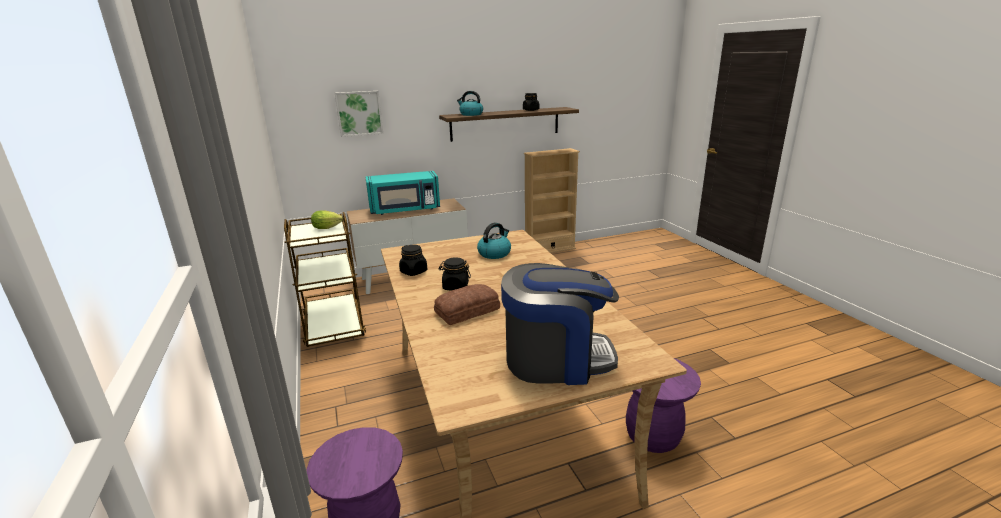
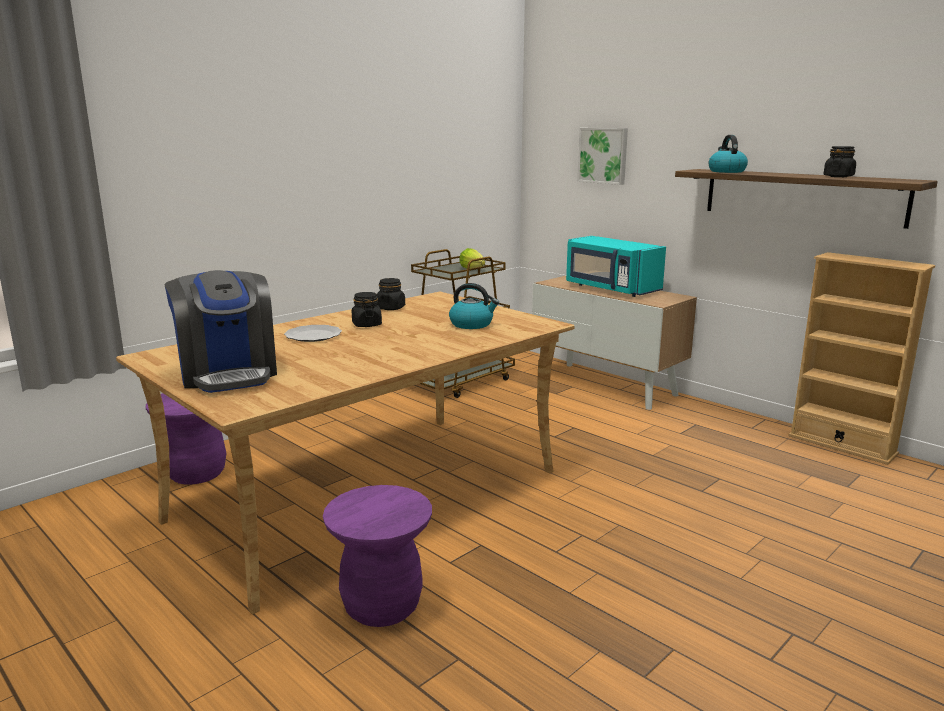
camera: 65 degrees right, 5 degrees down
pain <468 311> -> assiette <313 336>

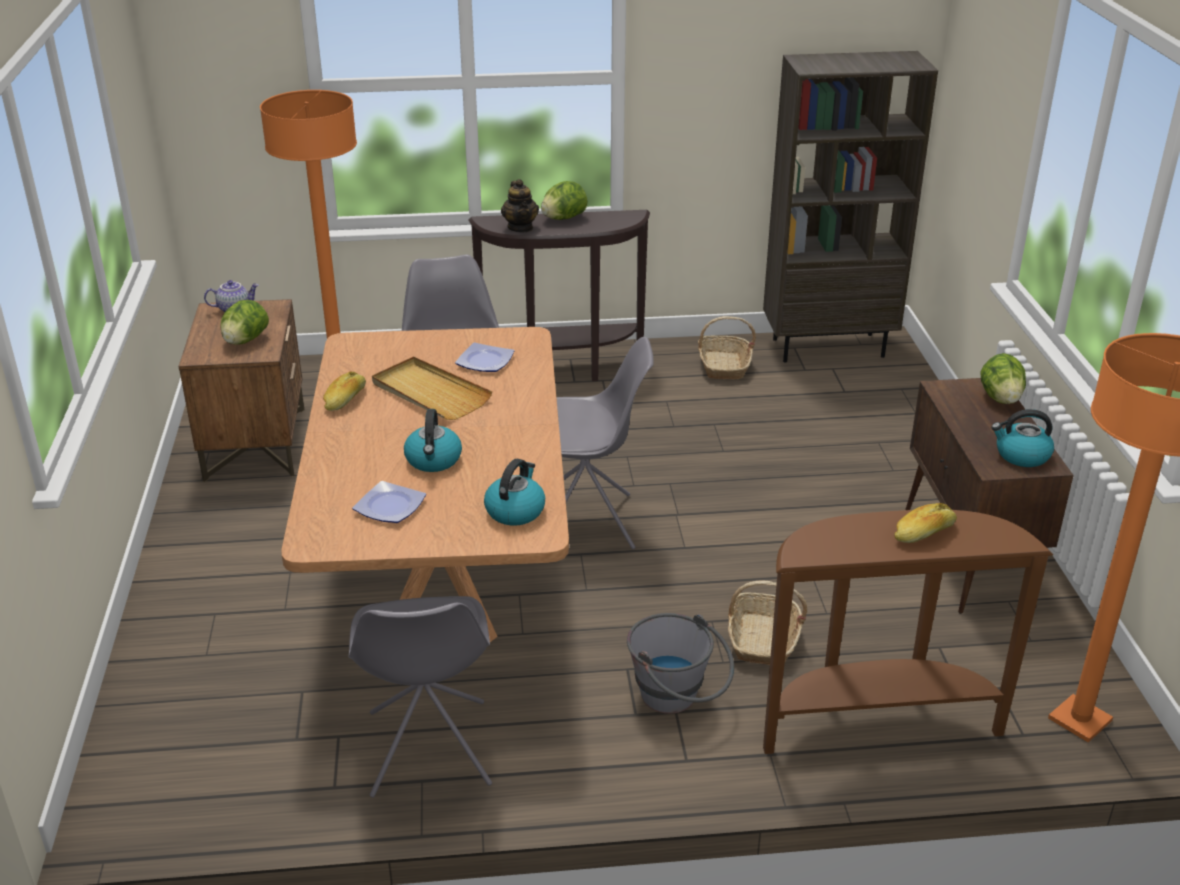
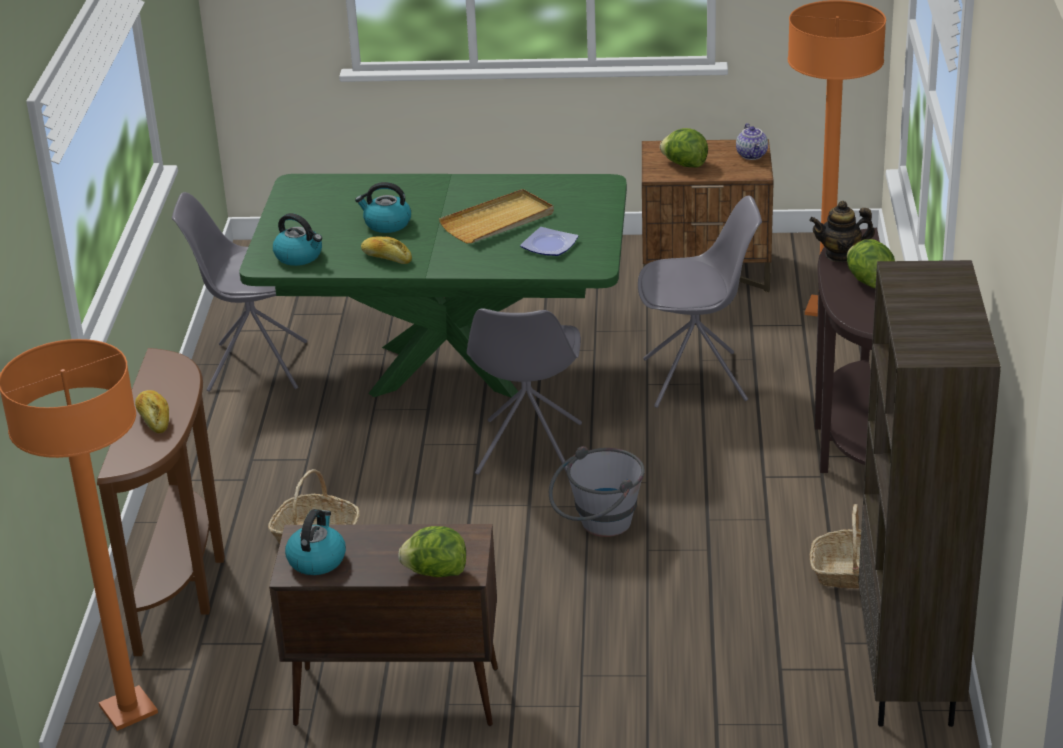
camera: 100 degrees right, 0 degrees up
table à manger [marron] <443 587> -> table à manger [vert] <449 372>
pain <345 399> -> pain <386 258>, relocated
seau [gris] <678 700> -> seau [gris] <598 526>, relocated
assiette <388 507> -> none

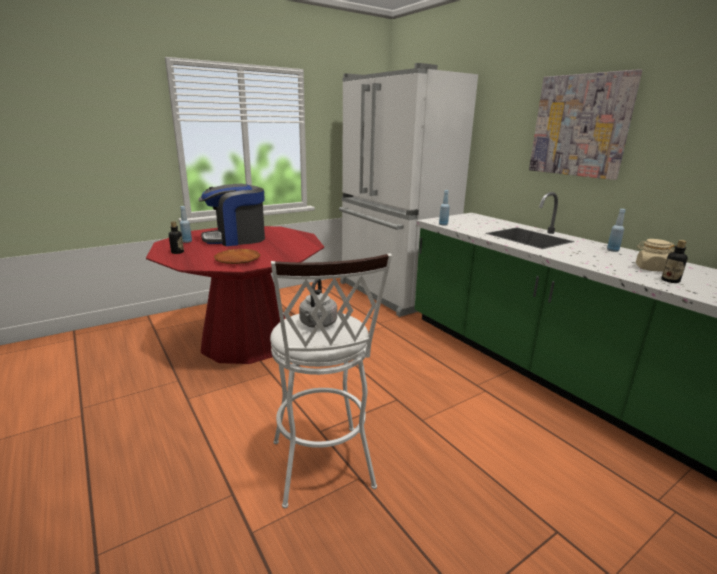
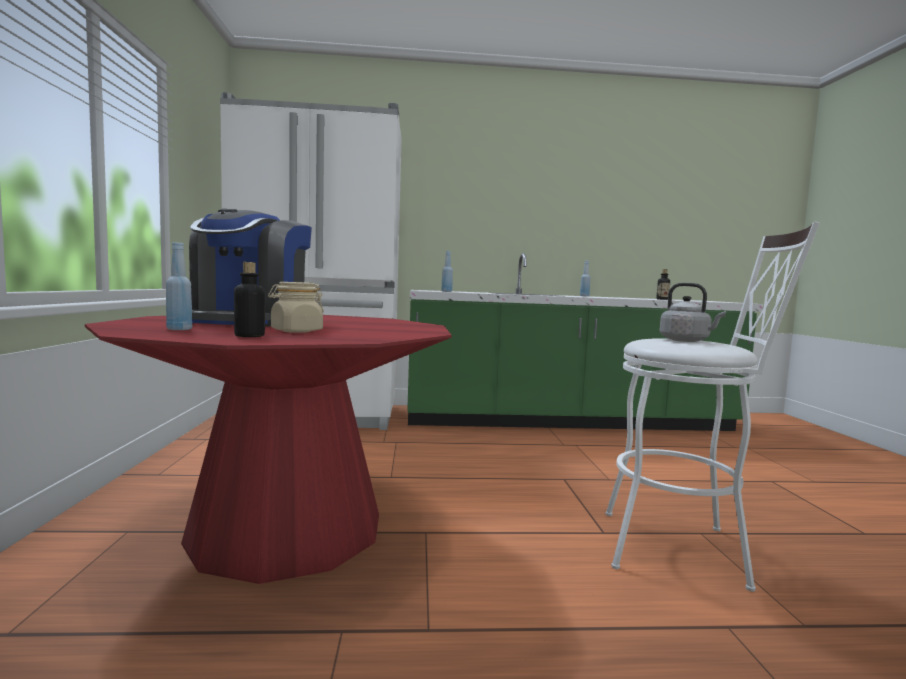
camera: 60 degrees left, 15 degrees down
bocal [beige] <650 268> -> bocal [beige] <296 331>, relocated
assiette [marron] <237 260> -> none
tableau <580 126> -> none

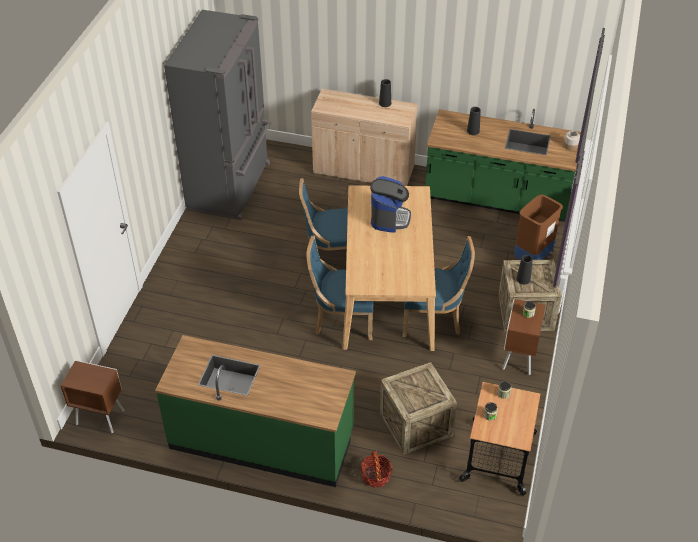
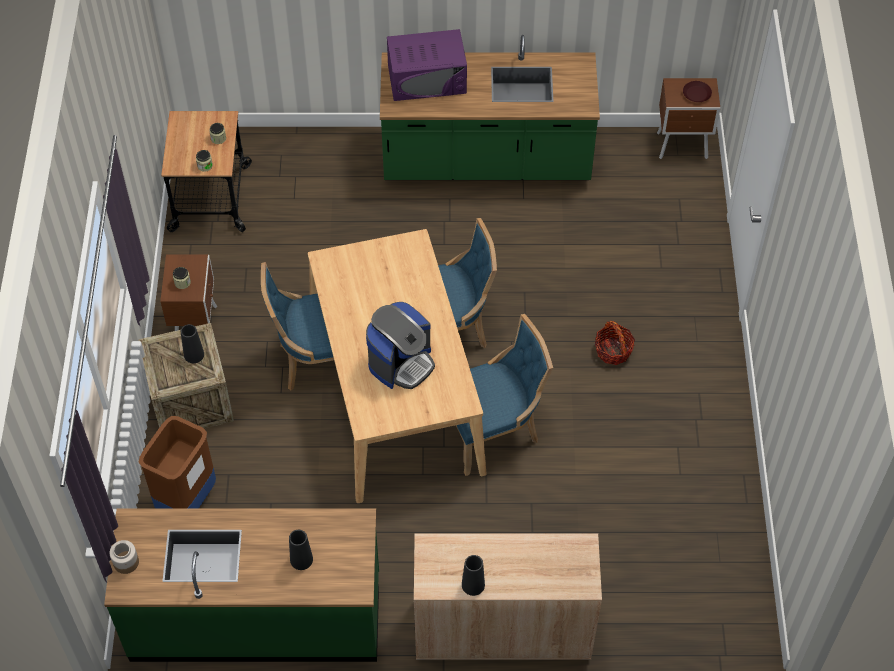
camera: 165 degrees right, 10 degrees up
machine à café <389 218> -> machine à café <401 363>, 135 degrees counterclockwise
none -> micro-ondes [violet] <427 79>
panier <376 476> -> panier <613 351>, relocated
none -> assiette [marron] <696 94>
réfrigérateur [gris] <231 186> -> none
caisse <416 424> -> none

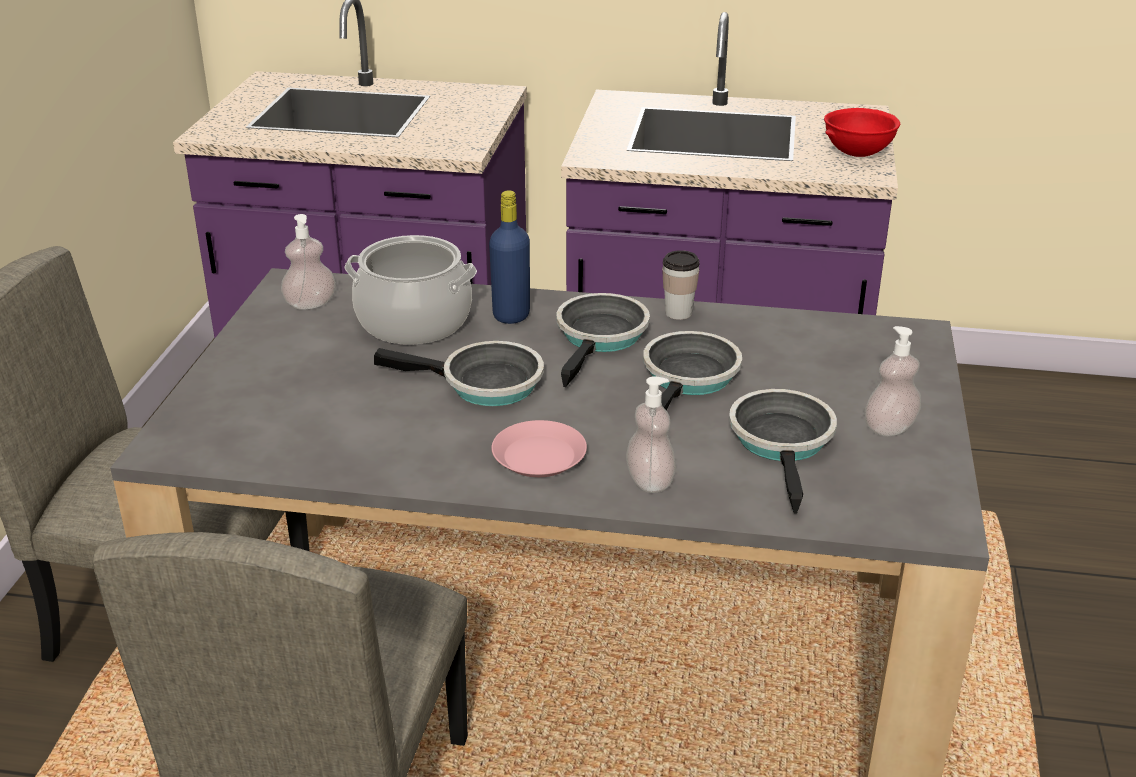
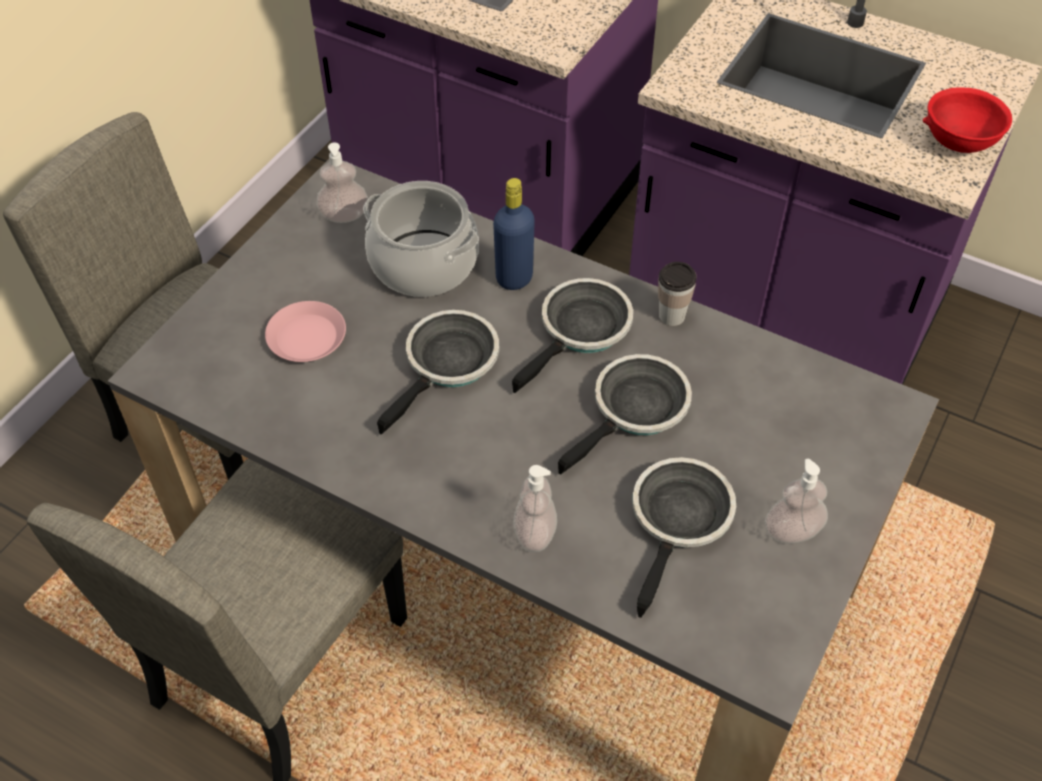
camera: 20 degrees right, 20 degrees up
assiette [rose] <539 457> -> assiette [rose] <306 337>, relocated
poêle <484 384> -> poêle <448 365>, 90 degrees counterclockwise

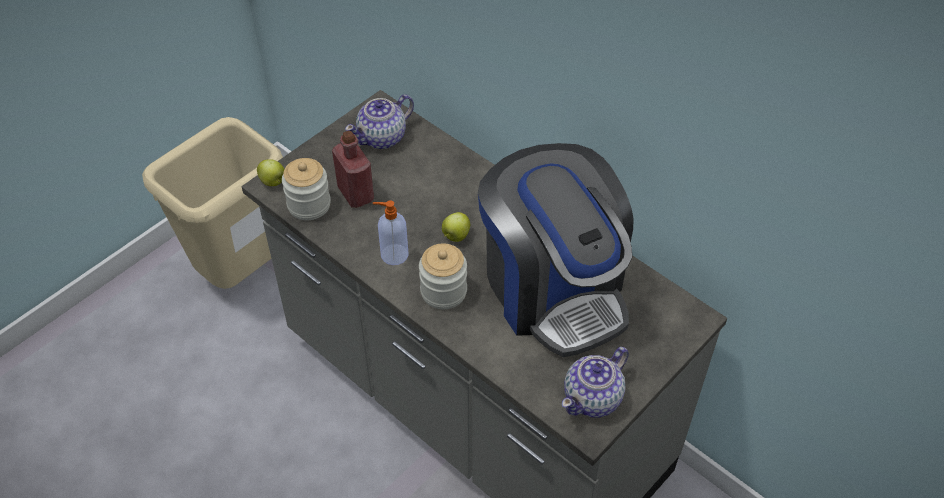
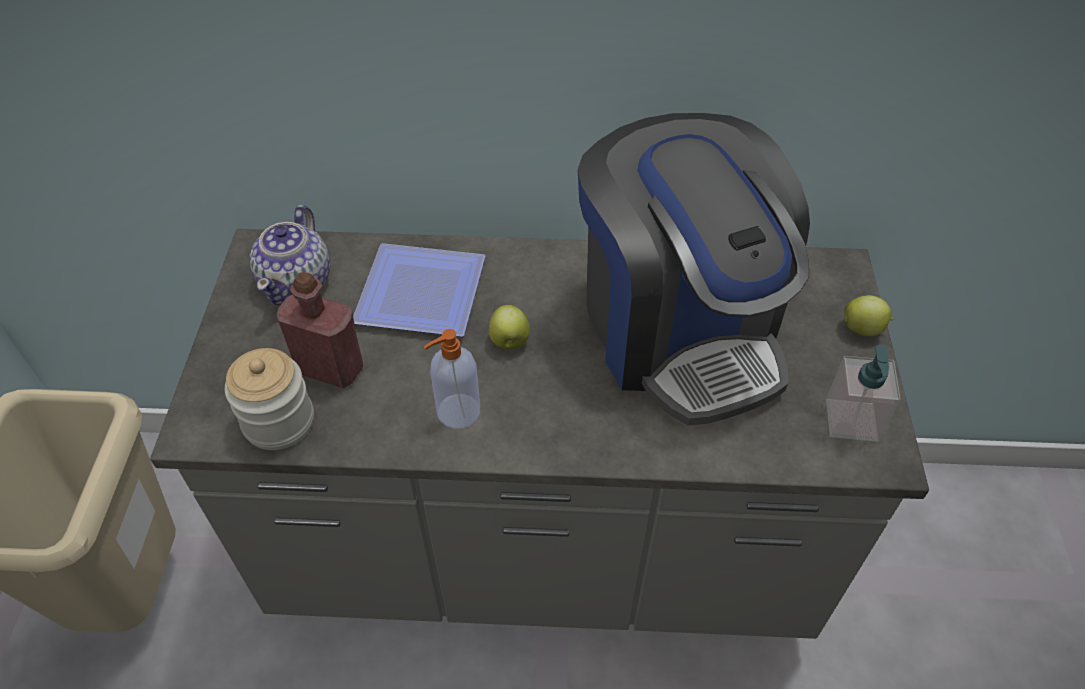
camera: 40 degrees left, 0 degrees up
none -> assiette <418 290>
machine à café <553 288> -> machine à café <679 329>, 45 degrees clockwise
théière <593 398> -> distributeur de savon <851 420>
pomme <273 182> -> pomme <862 329>, relocated
bocal <443 291> -> none

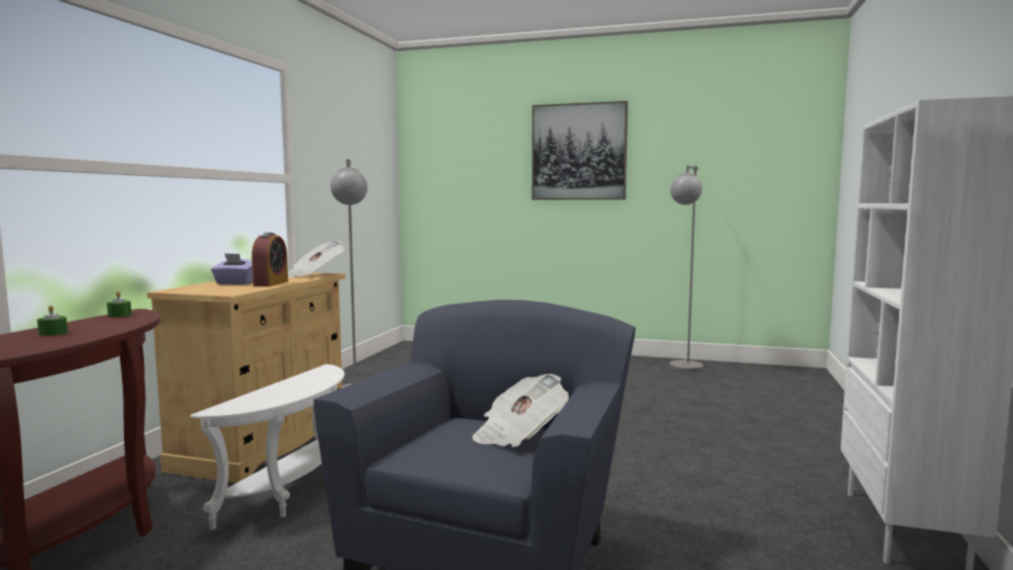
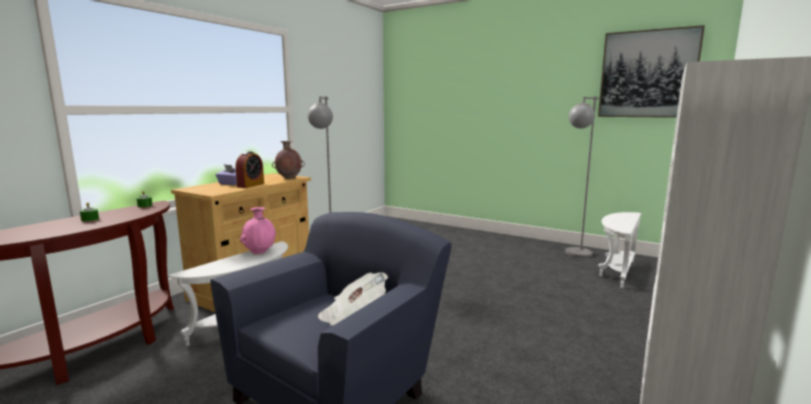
camera: 15 degrees right, 5 degrees up
none -> vase [rose] <260 252>
journal <314 275> -> vase [marron] <289 178>
tableau <579 152> -> tableau <647 74>, relocated
none -> table d'appoint [blanc] <616 271>

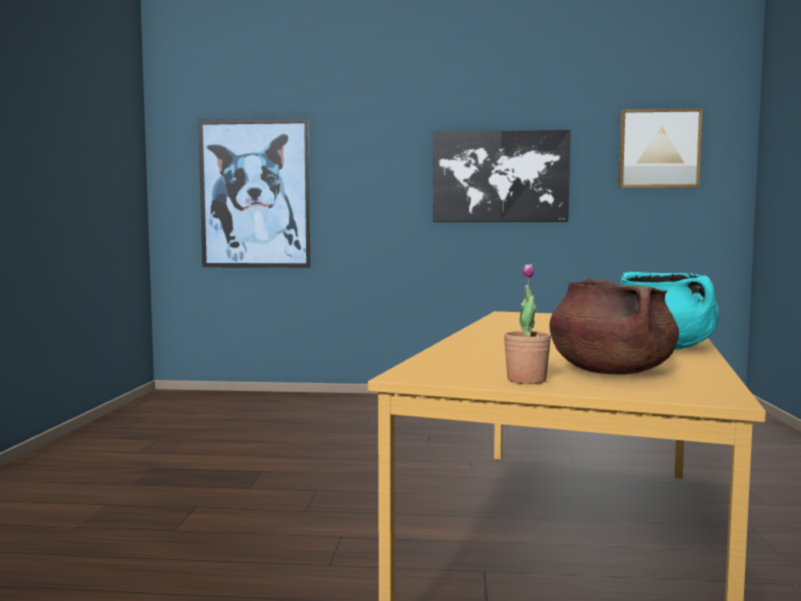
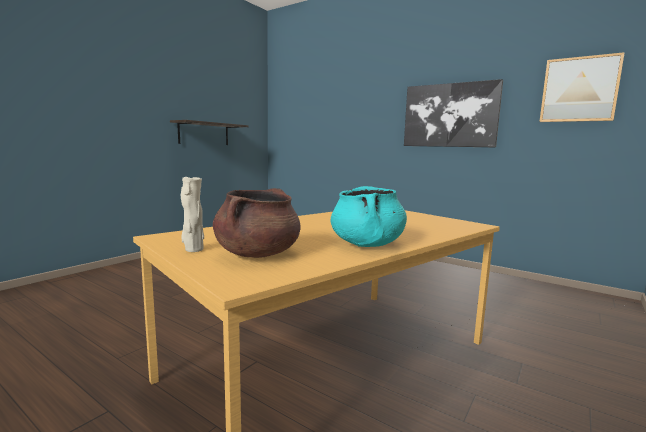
camera: 30 degrees right, 5 degrees up
none -> étagère <204 133>
plante en pot <526 380> -> vase [beige] <193 250>
tableau <255 194> -> none

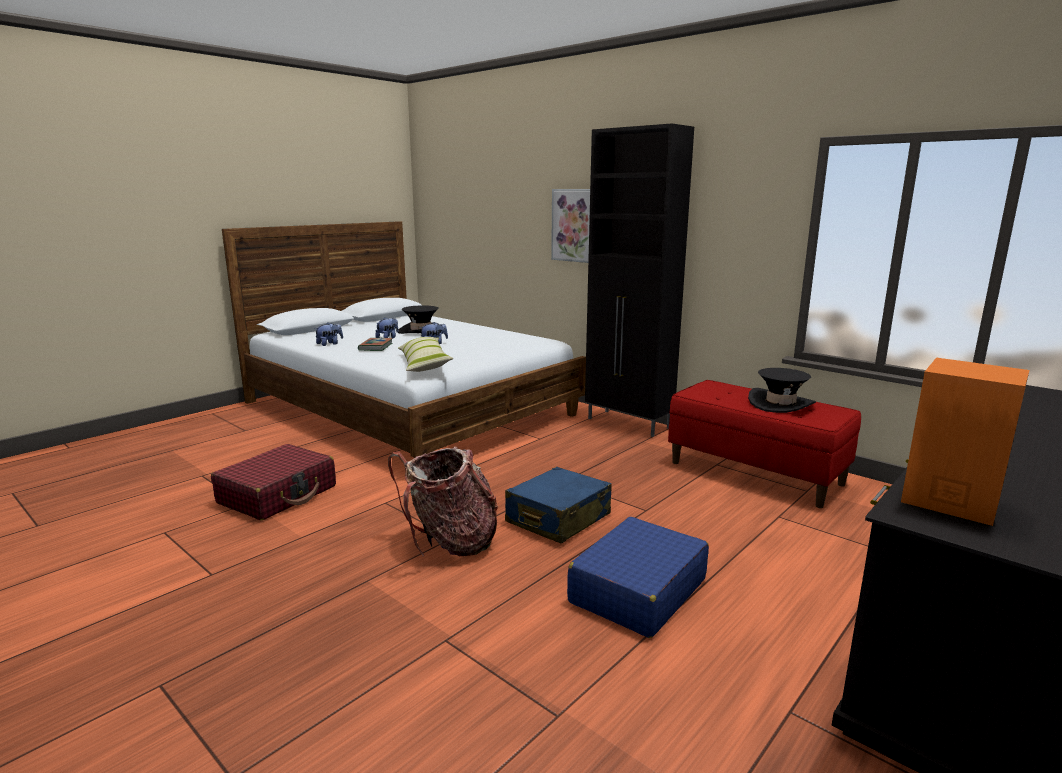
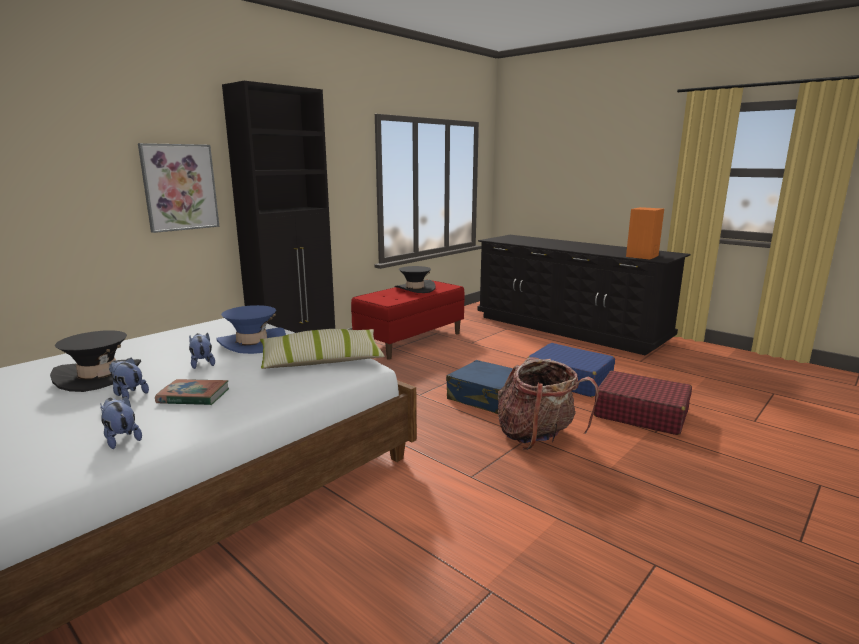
camera: 90 degrees left, 0 degrees up
none -> chapeau [bleu] <252 343>
valise [rouge] <278 495> -> valise [rouge] <640 414>, relocated

